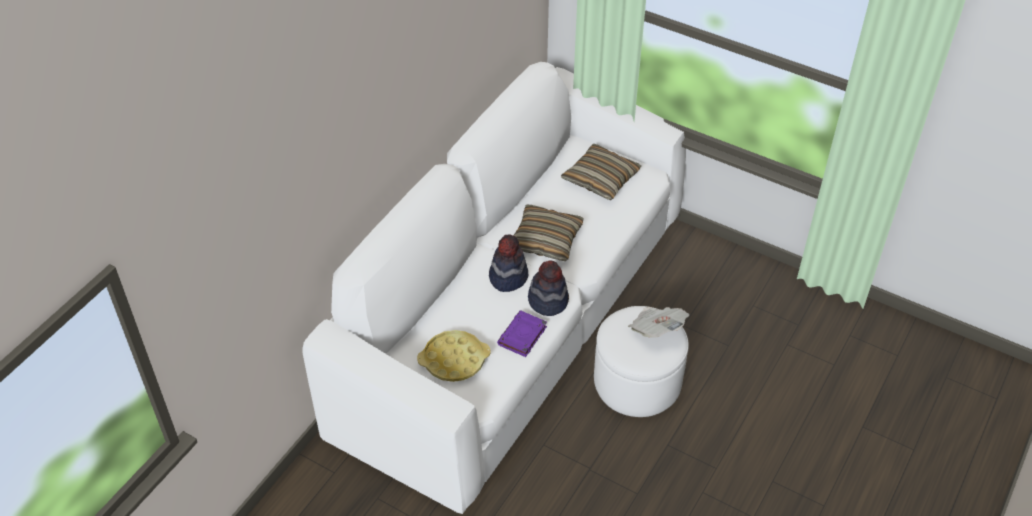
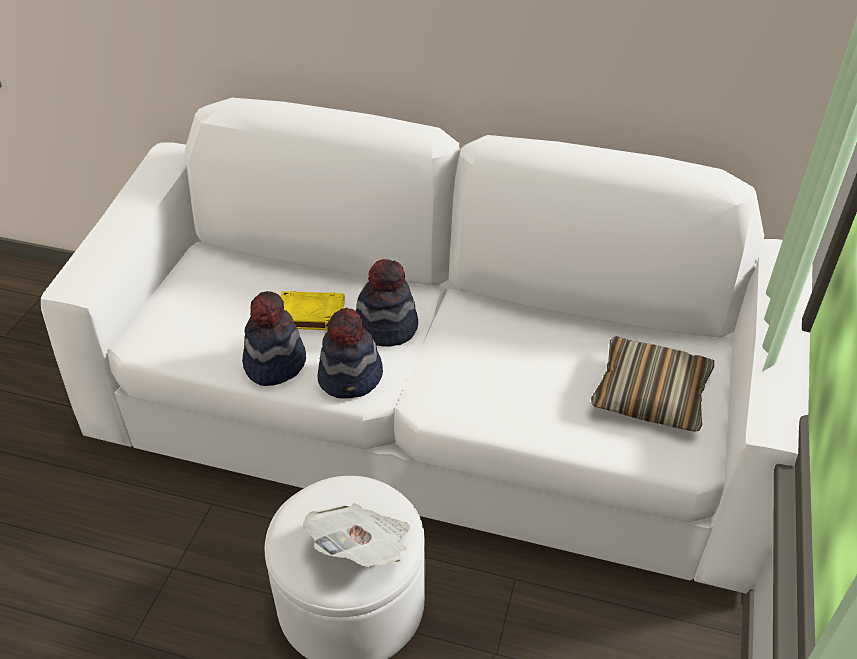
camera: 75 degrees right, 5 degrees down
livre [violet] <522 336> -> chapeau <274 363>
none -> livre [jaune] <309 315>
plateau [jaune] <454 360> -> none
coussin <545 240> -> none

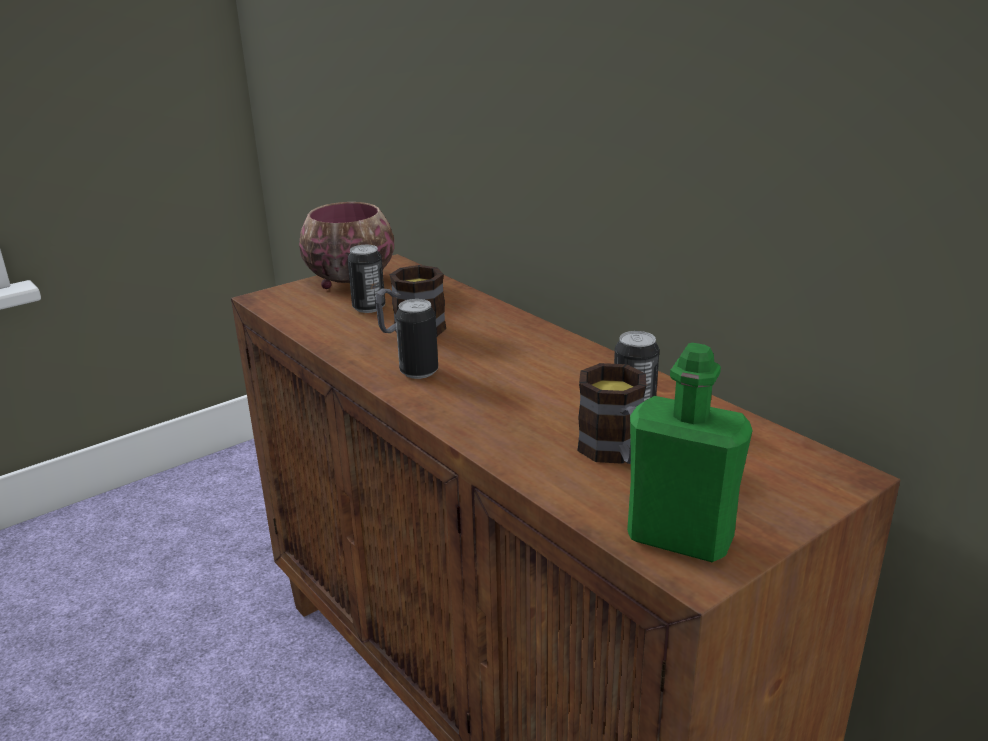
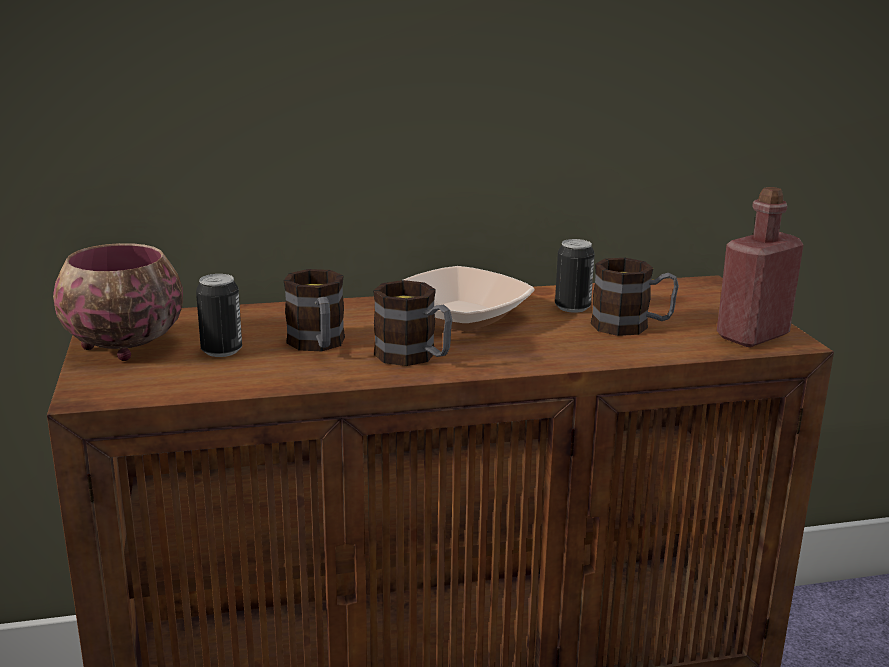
camera: 65 degrees left, 5 degrees down
boîte métallique <419 372> -> mug <415 357>
none -> bol <461 316>
bouteille [vert] <679 538> -> bouteille [rouge] <752 336>

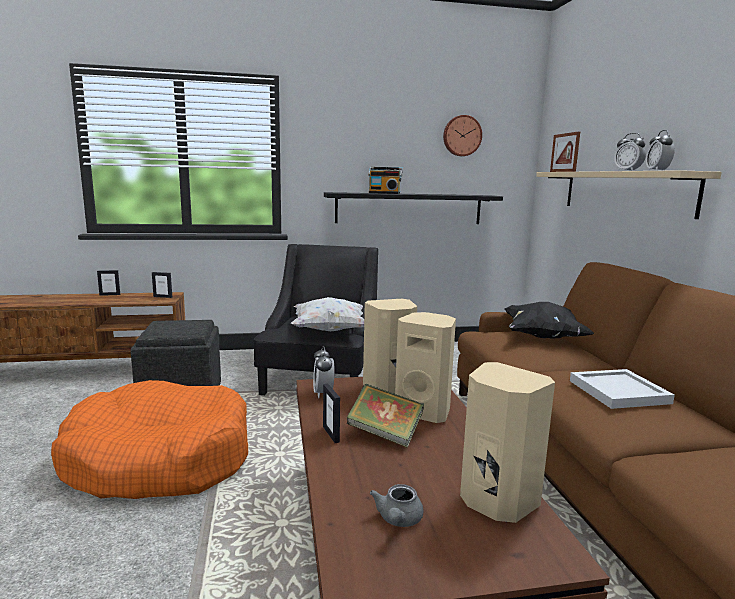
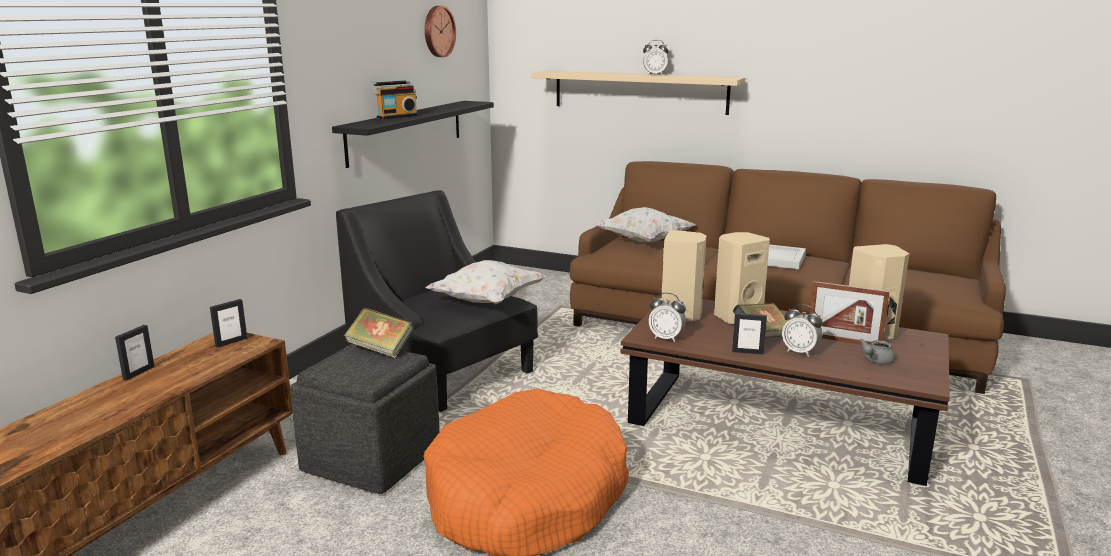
camera: 55 degrees left, 5 degrees up
none -> livre <380 349>
coussin [noir] <542 337> -> coussin [blanc] <643 241>
réveil <657 171> -> réveil <800 352>, relocated
cadre photo <562 171> -> cadre photo <844 341>, relocated
théière [gris] <398 520> -> théière [gris] <875 361>, 90 degrees clockwise

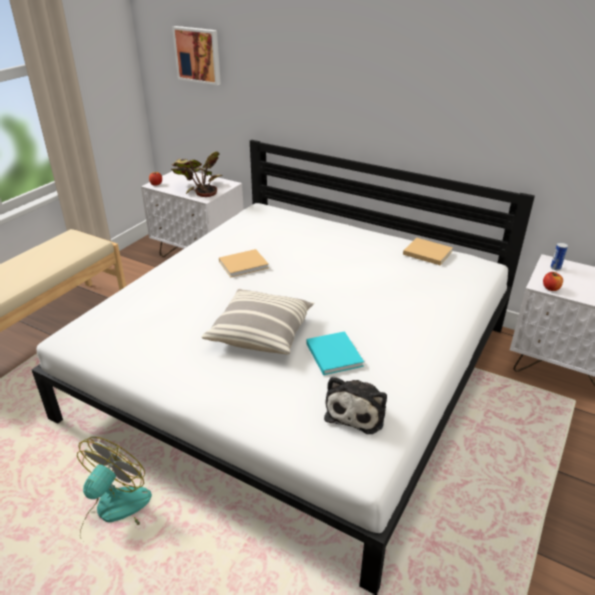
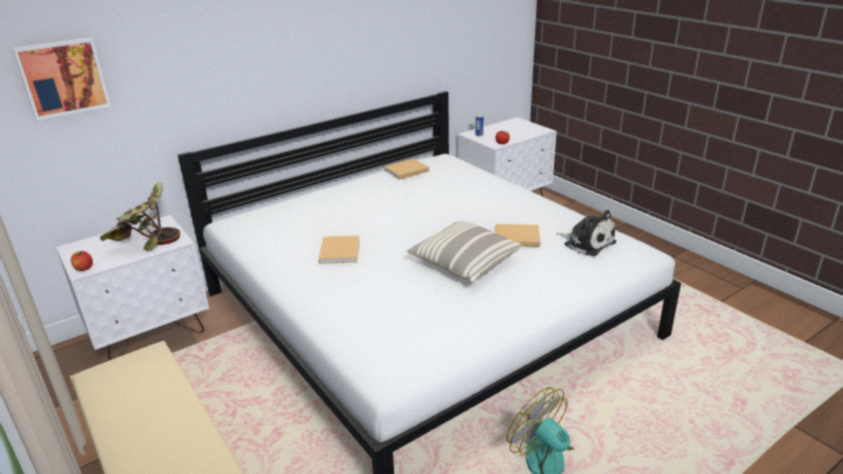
camera: 65 degrees left, 5 degrees down
livre [turquoise] <333 353> -> livre [beige] <515 237>

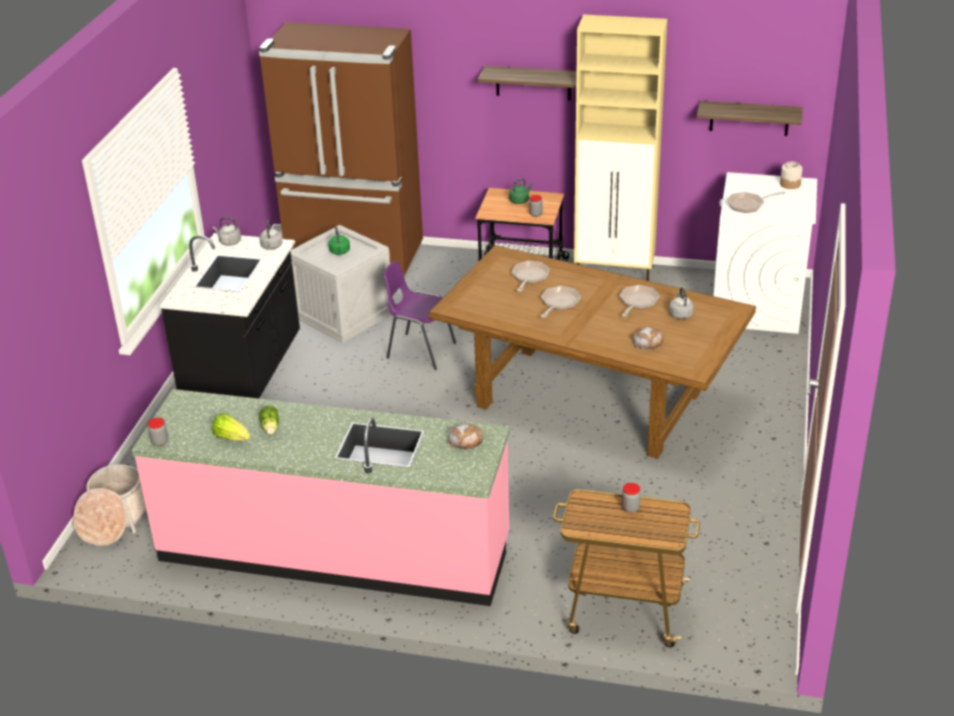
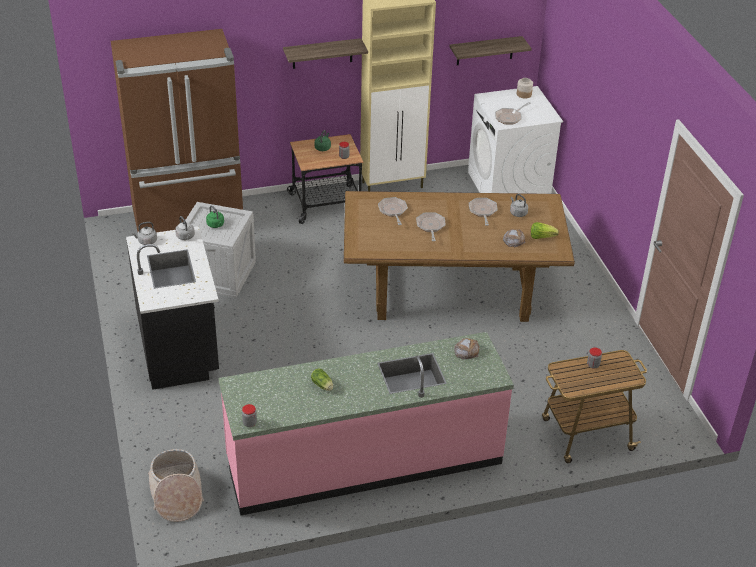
camera: 30 degrees left, 5 degrees up
laitue <231 437> -> laitue <541 237>, relocated
chaise [violet] <419 350> -> none

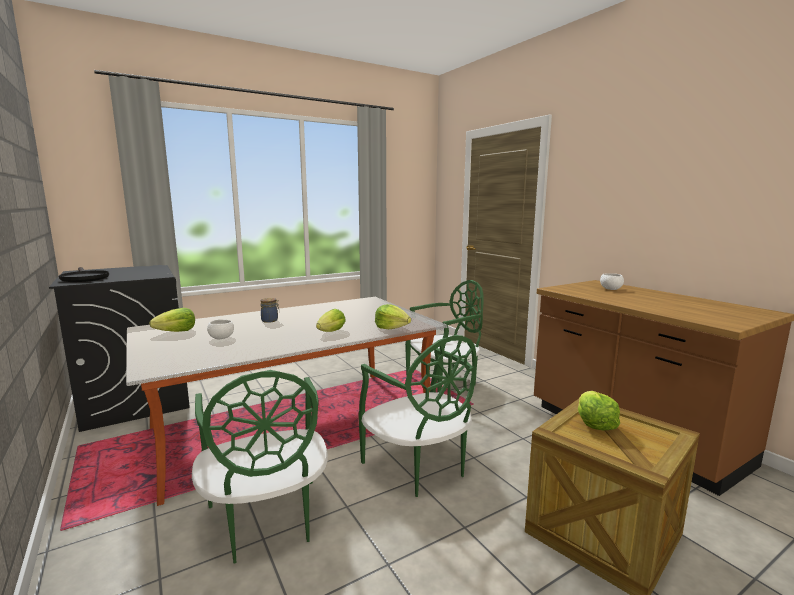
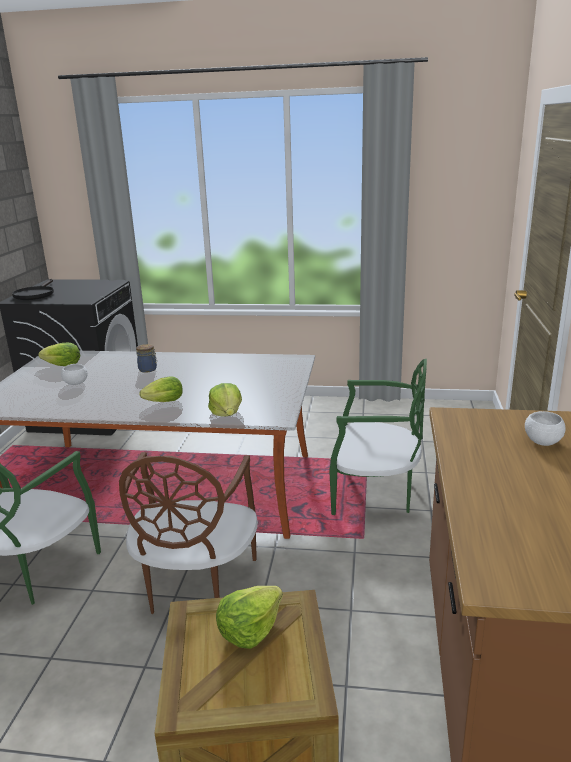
camera: 40 degrees right, 10 degrees up
chaise [vert] <418 467> -> chaise [marron] <195 585>

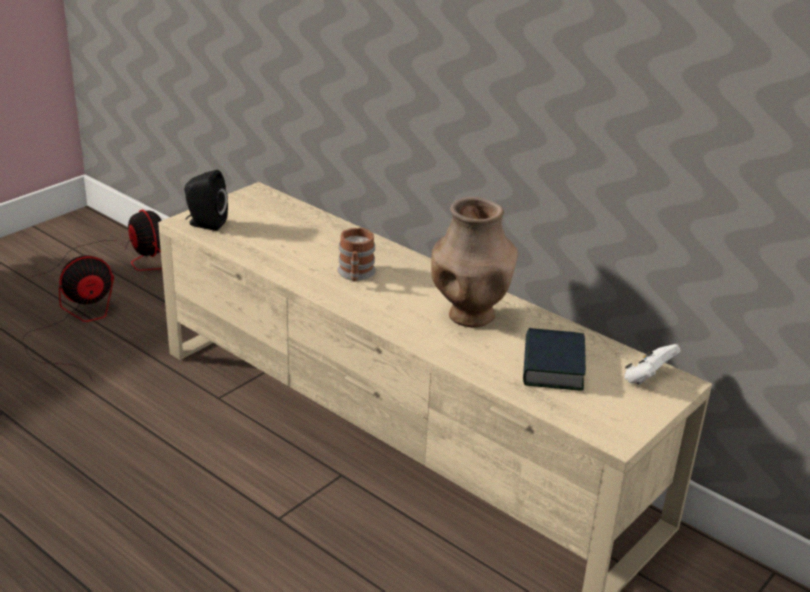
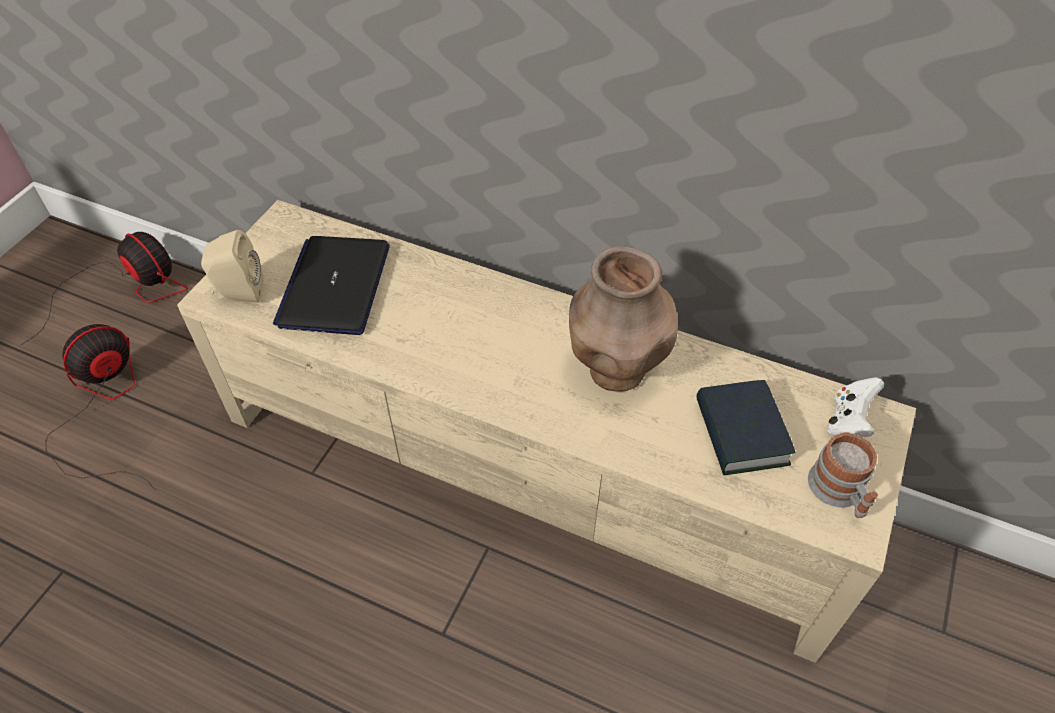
camera: 15 degrees left, 20 degrees up
enceinte [noir] <205 224> -> enceinte [beige] <239 293>
none -> ordinateur portable <334 286>
mug <356 275> -> mug <839 493>, relocated

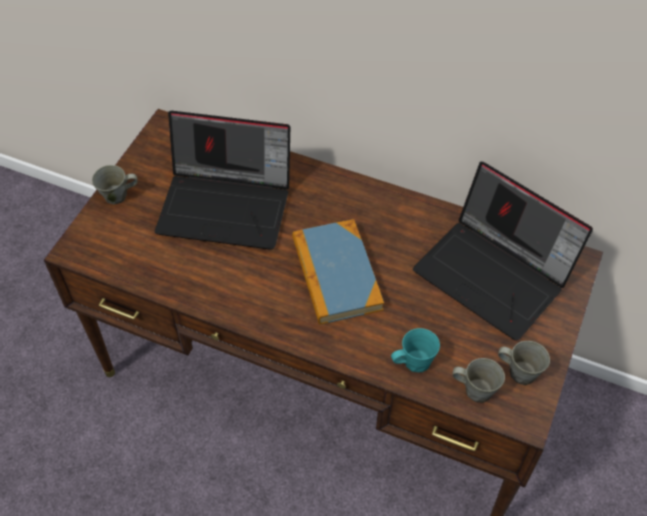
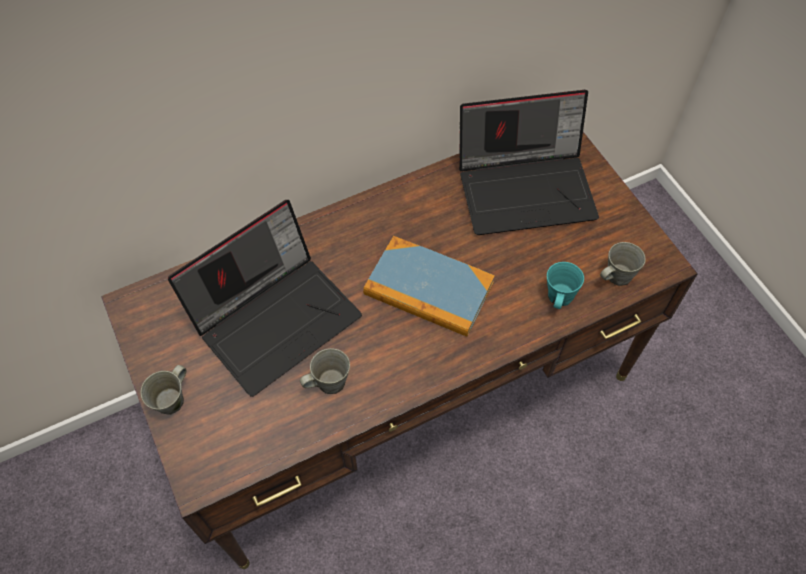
camera: 50 degrees left, 5 degrees up
mug [gris] <520 372> -> mug [gris] <329 382>, relocated

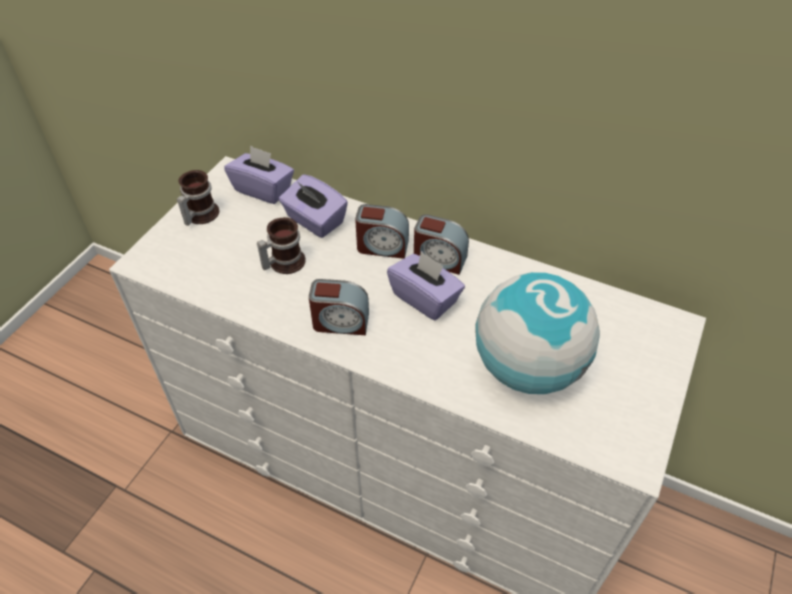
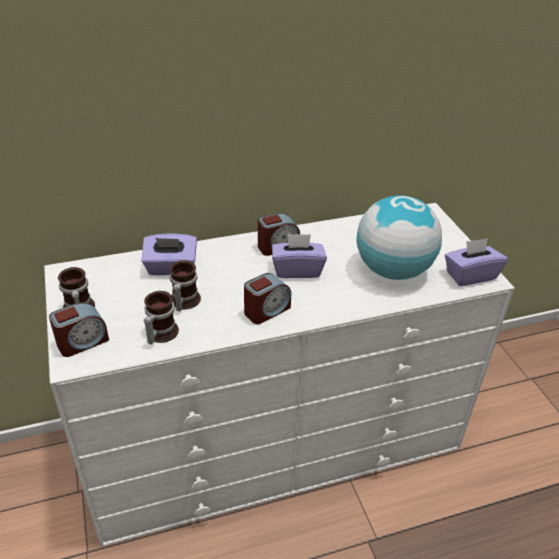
camera: 45 degrees left, 10 degrees down
réveil <382 246> -> réveil <82 342>, relocated
none -> mug <159 333>
boîte à mouchoirs [violet] <263 189> -> boîte à mouchoirs [violet] <470 275>, relocated

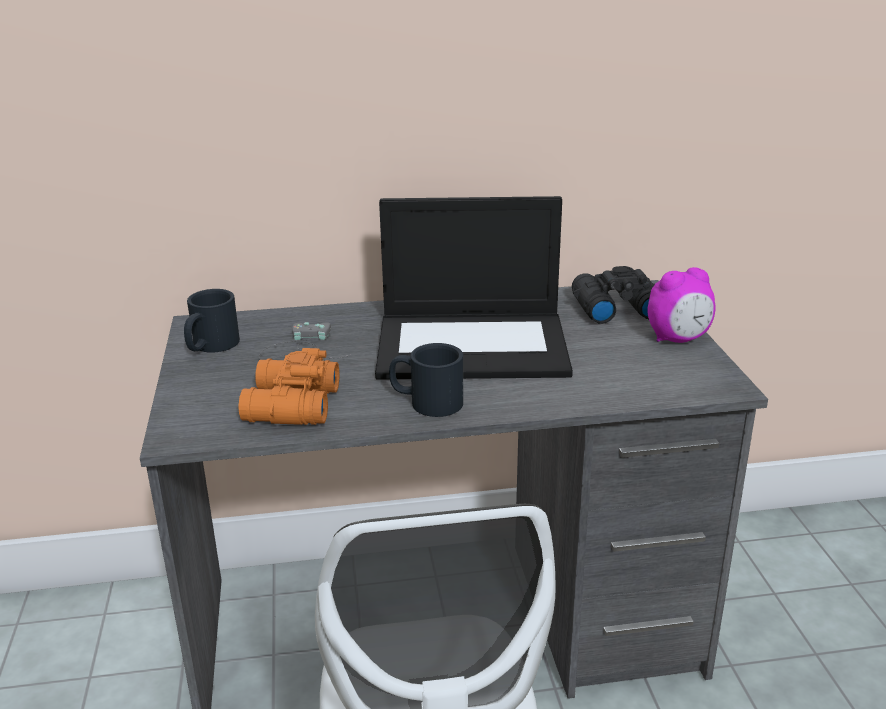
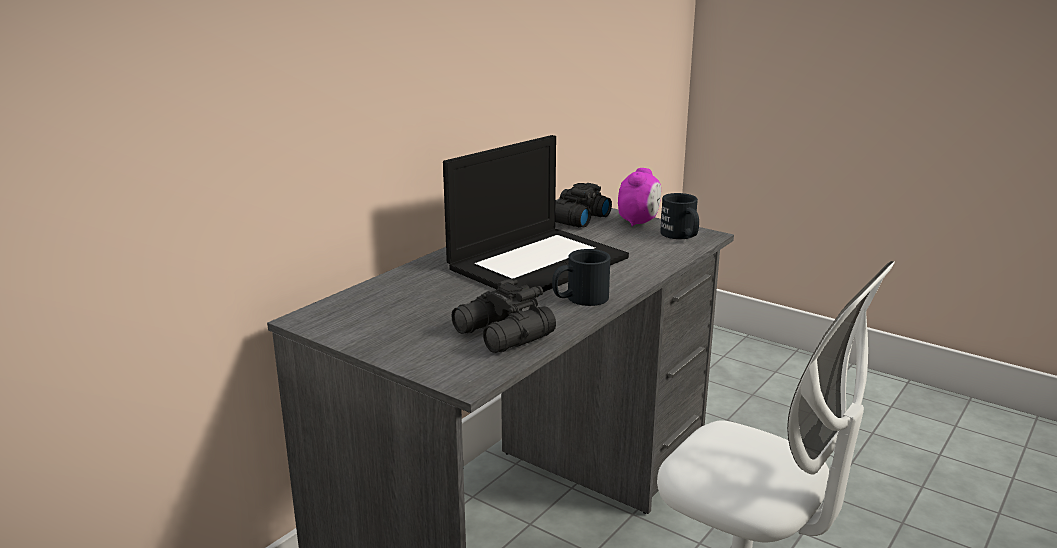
camera: 45 degrees left, 5 degrees down
jumelles [orange] <289 406> -> jumelles [noir] <502 335>
mug [noir] <210 347> -> mug [noir] <681 236>, relocated
manette [gris] <301 349> -> none

